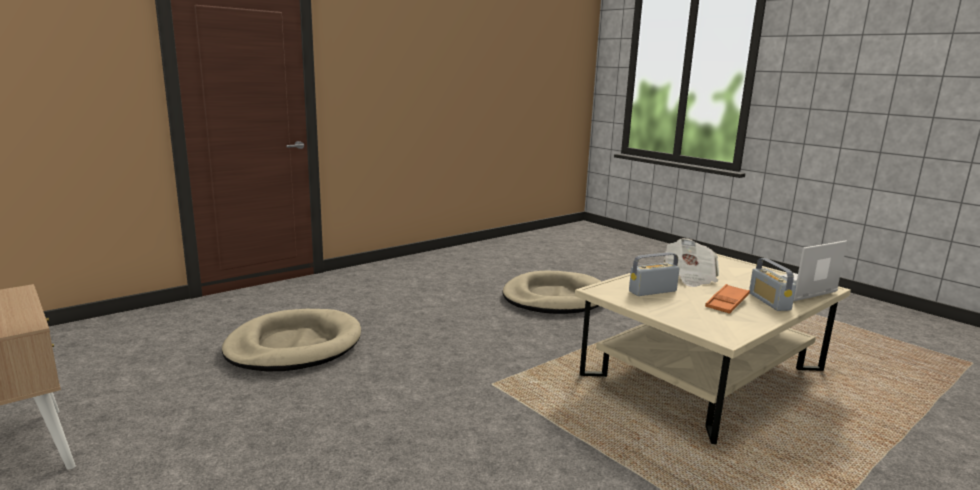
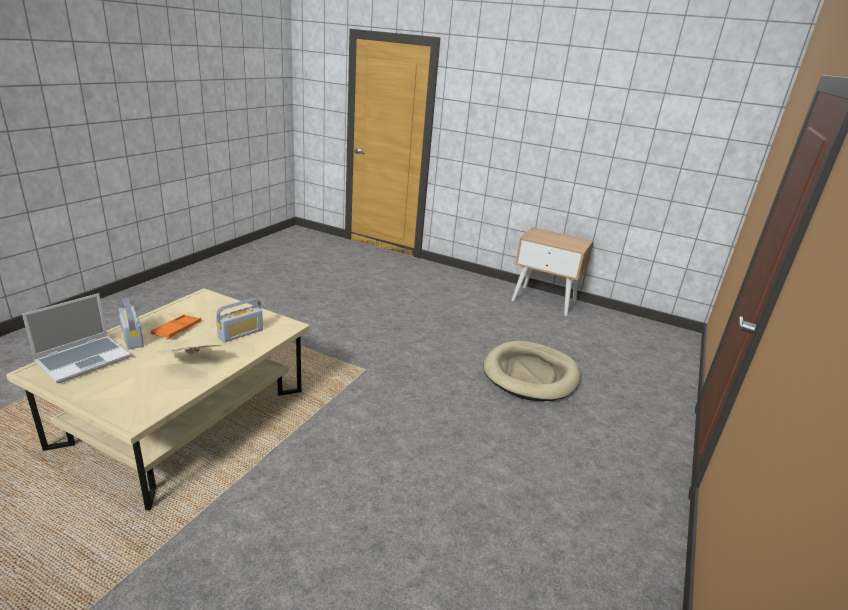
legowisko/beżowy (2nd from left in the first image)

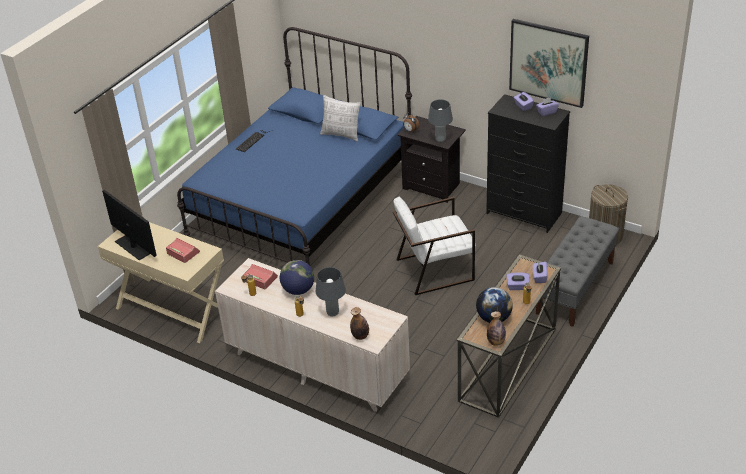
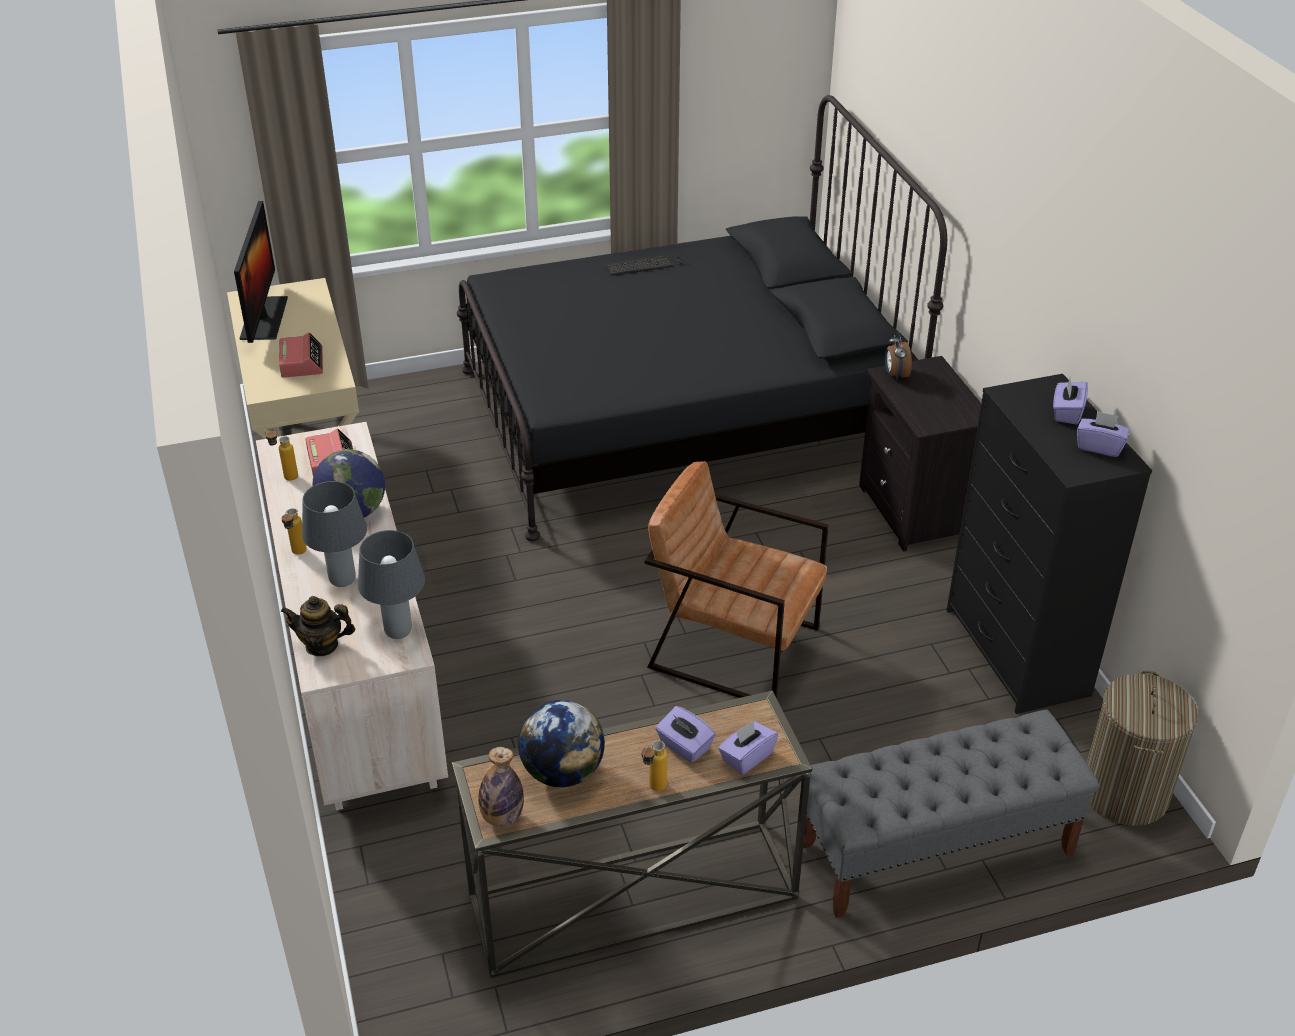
imbryk
lampa stołowa/szary (2nd from left)
łóżko/czarny
fotel/brązowy
poduszka
obraz

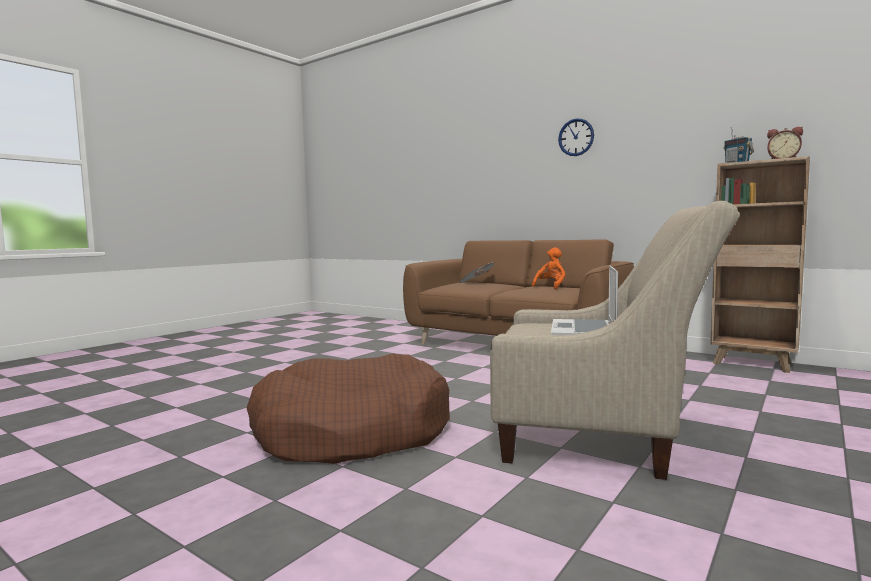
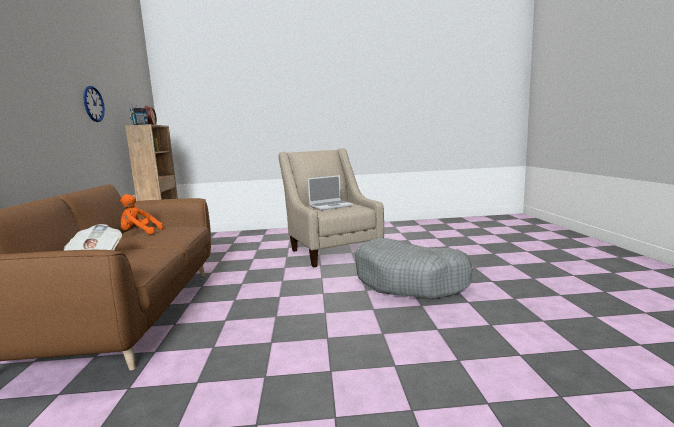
zegar ścienny
legowisko/szary

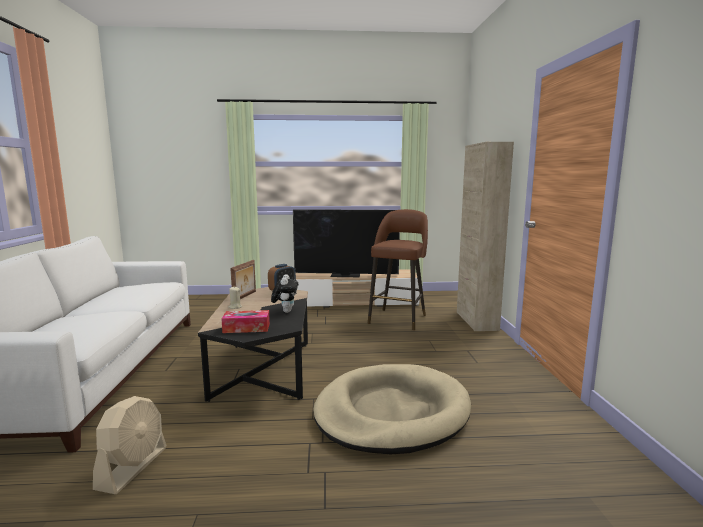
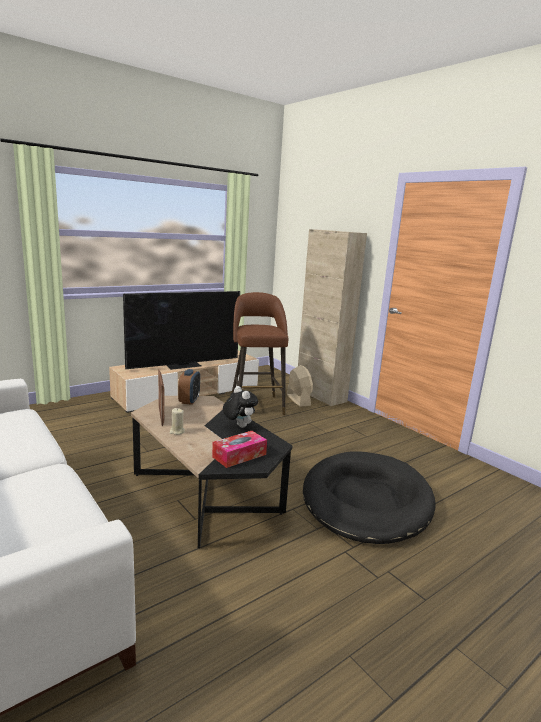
wentylator/beżowy
legowisko/czarny

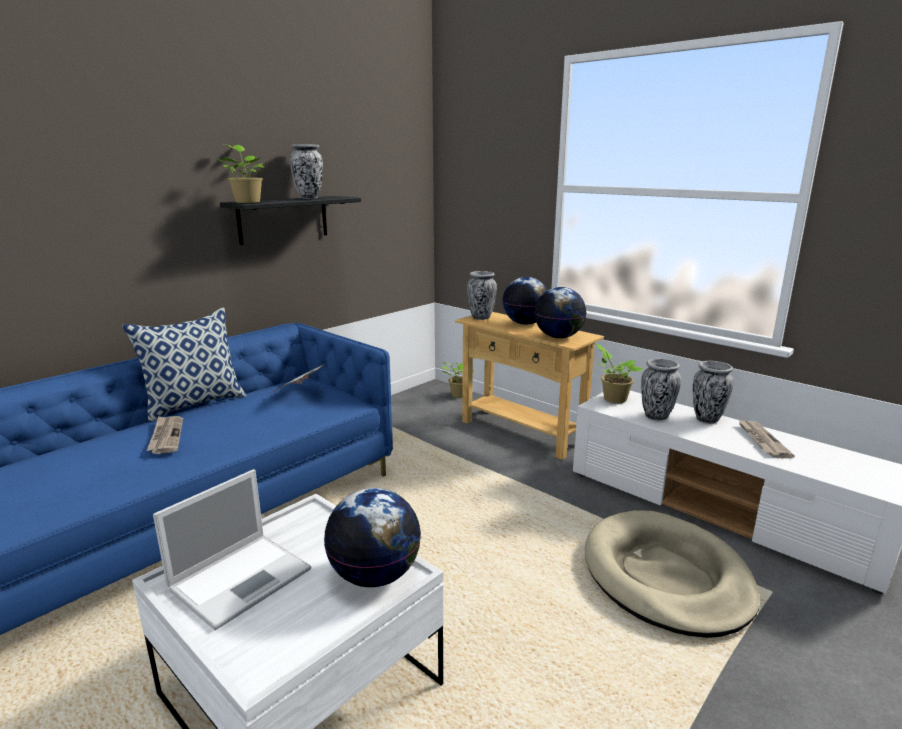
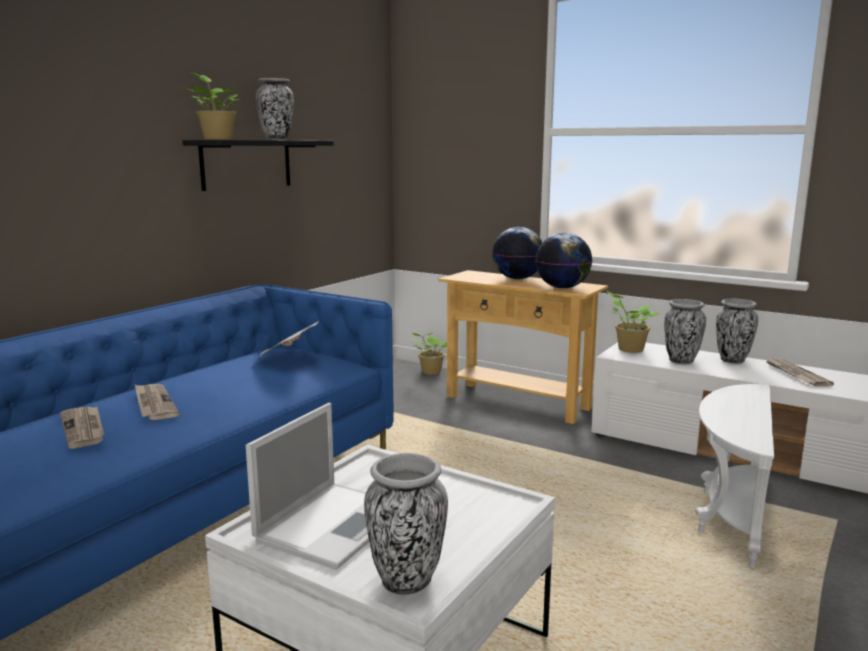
gazeta (1st from left)
wazon (2nd from left)
stolik/biały
poduszka
globus (1st from left in the first image)

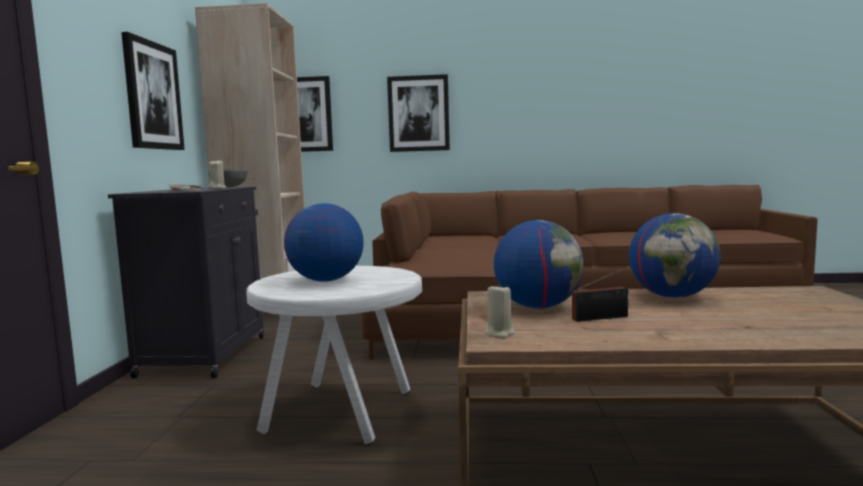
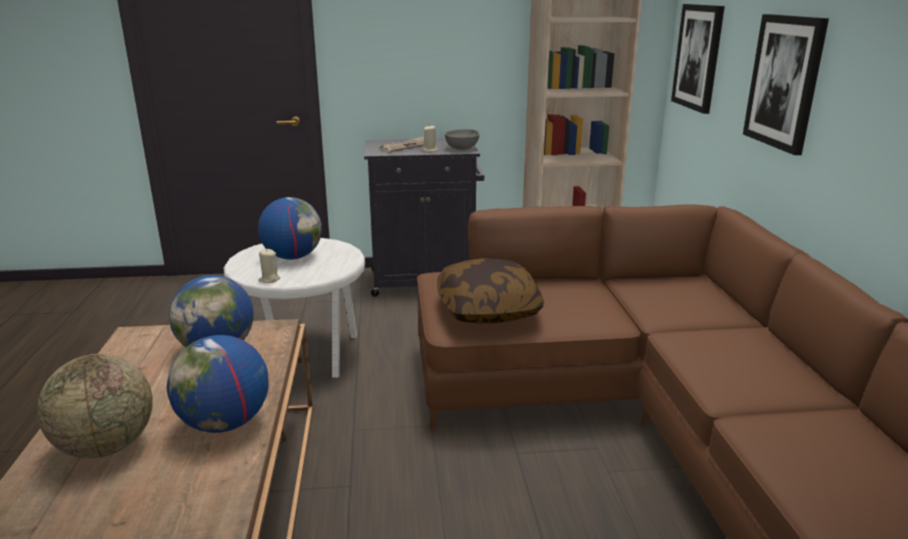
globus (1st from left)
świeca/beżowy (1st from left)
poduszka
obraz (1st from left in the first image)
radio

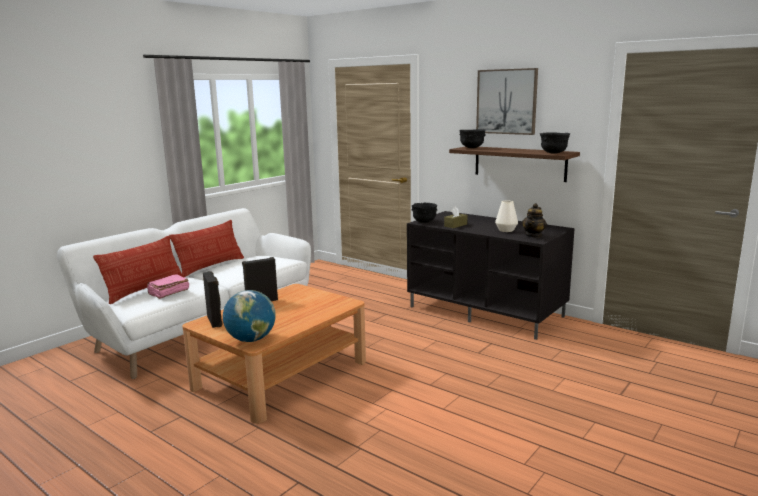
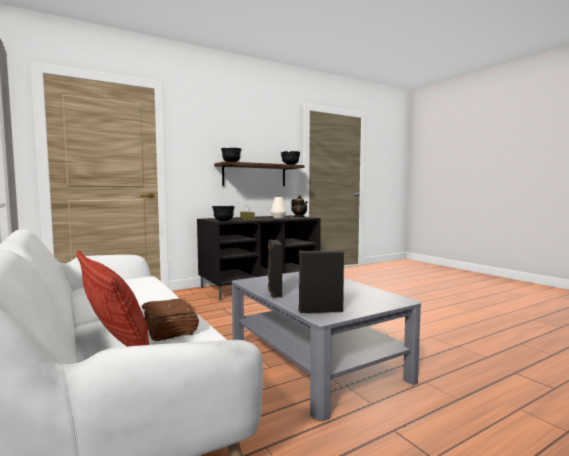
książka/brązowy
ława/szary
poduszka (2nd from left in the first image)
globus
obraz

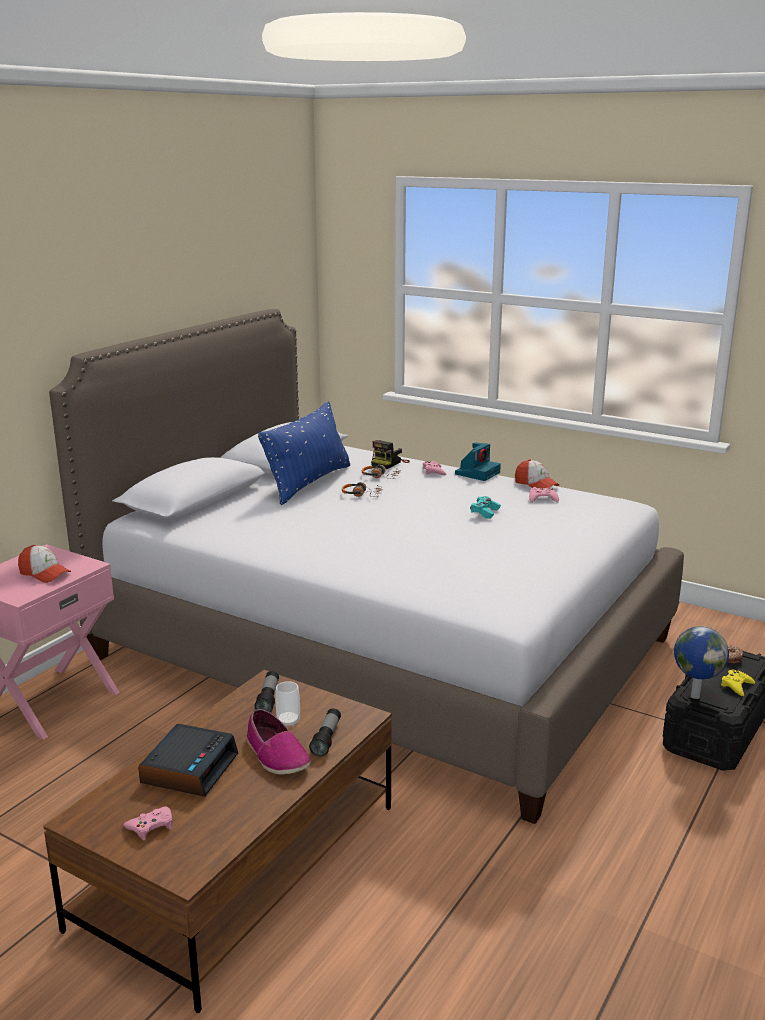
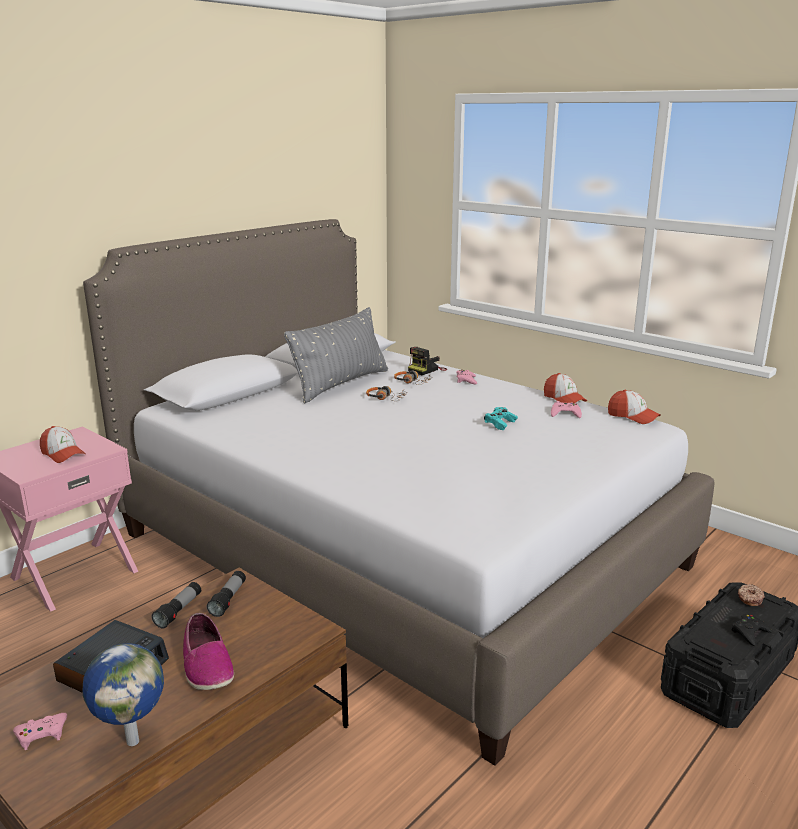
globus
latarka (1st from left)
poduszka/szary
czapka z daszkiem (3rd from left)
pad do gier/czarny
filiżanka
aparat fotograficzny (2nd from left in the first image)

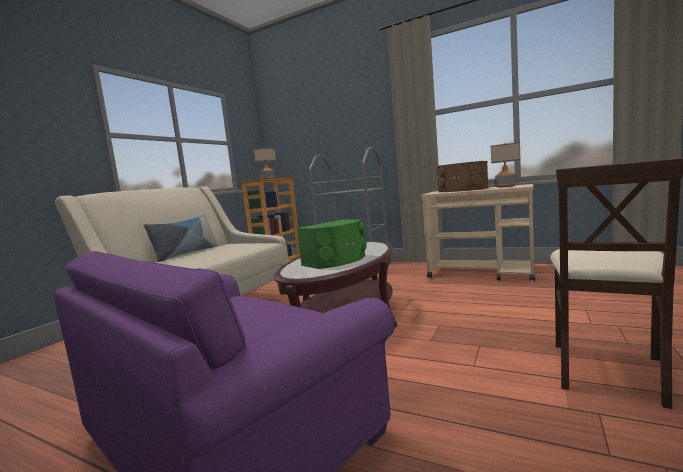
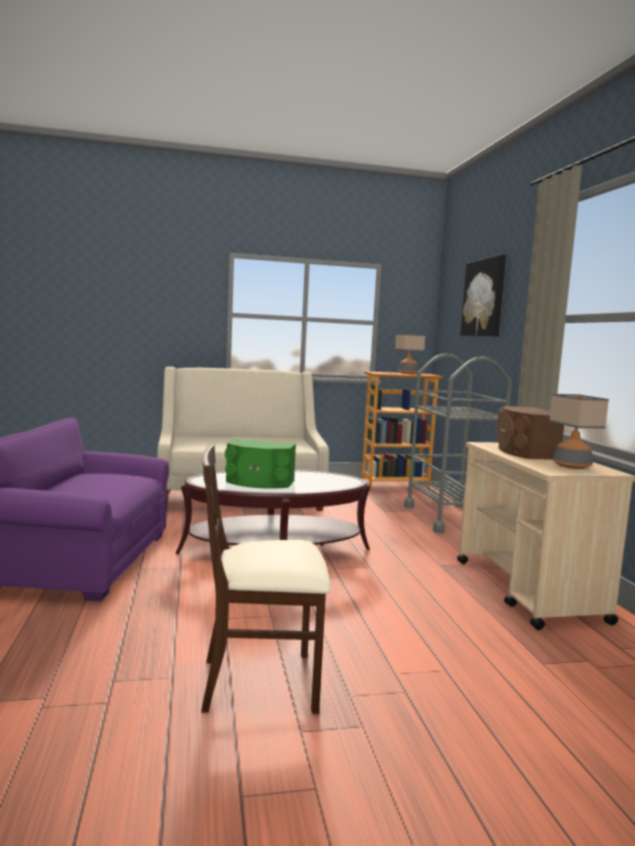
obraz
poduszka

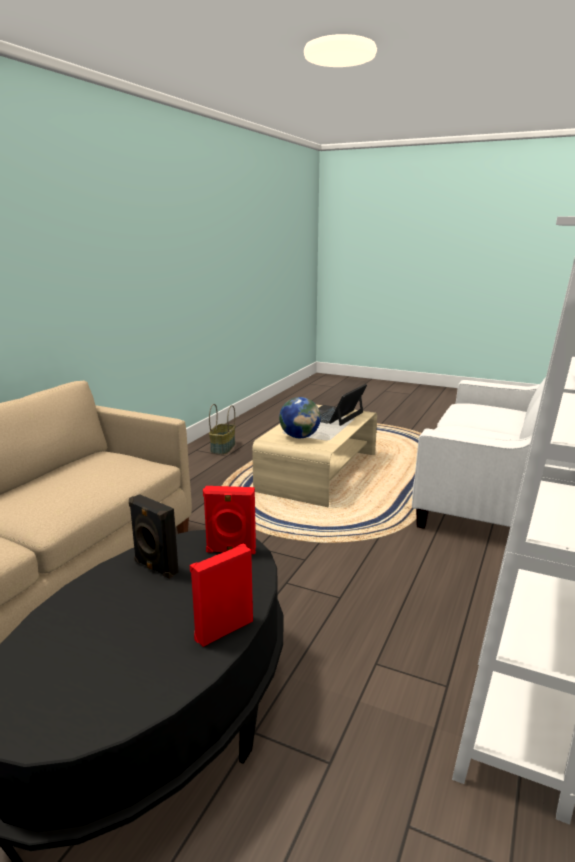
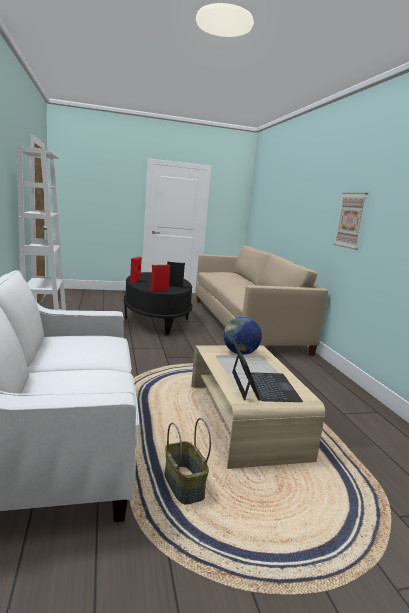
koszyk
obraz

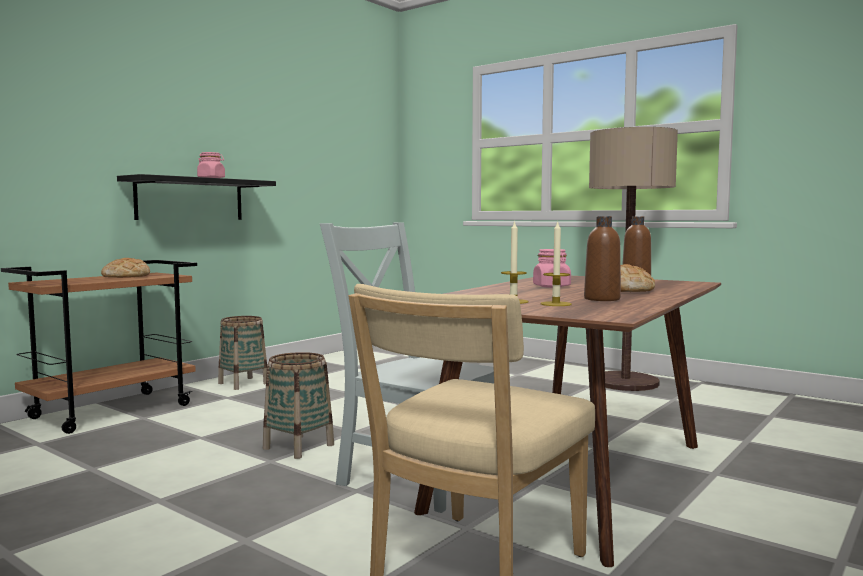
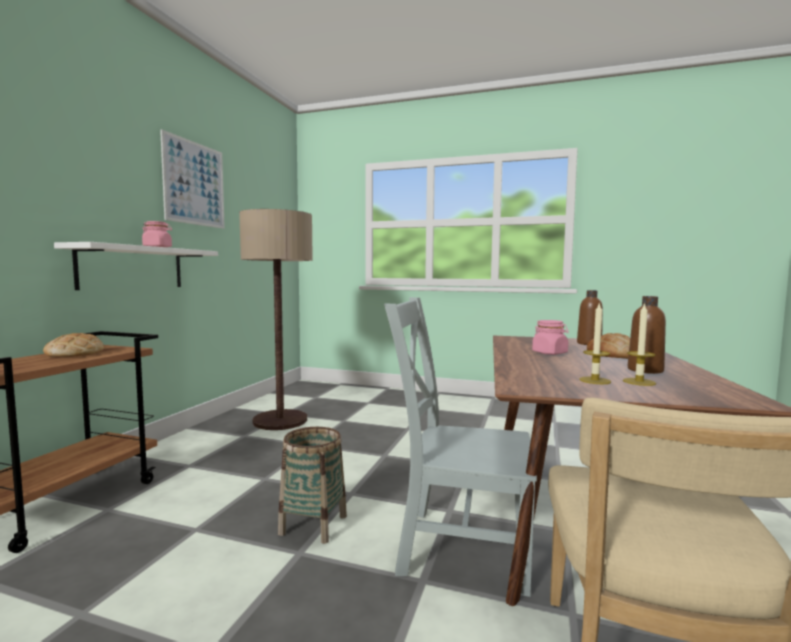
półka/biały
obraz
lampa stojąca
koszyk (1st from left in the first image)

